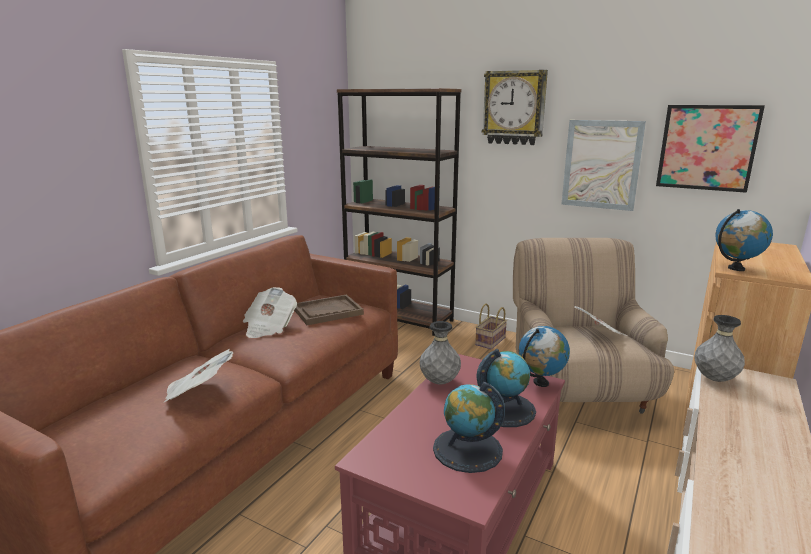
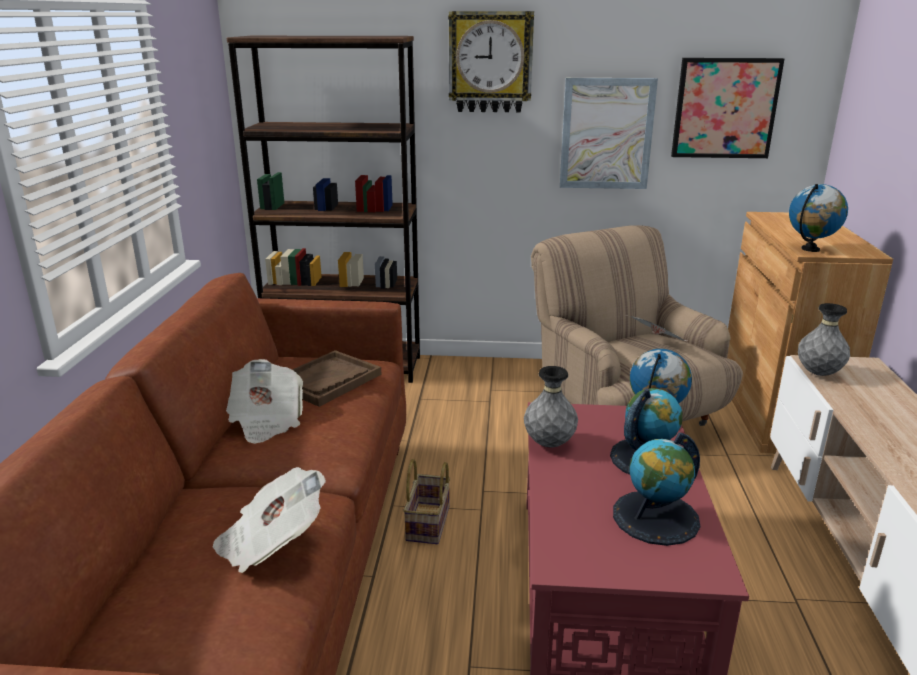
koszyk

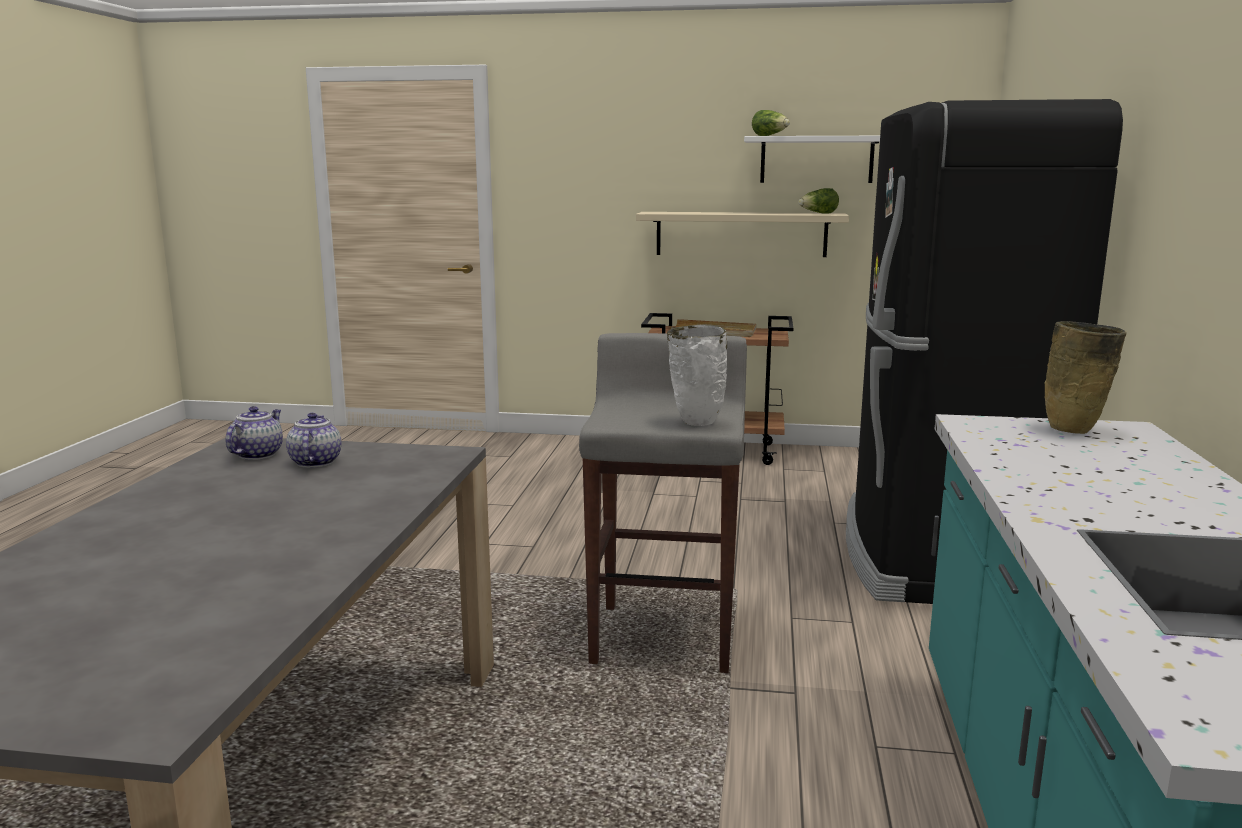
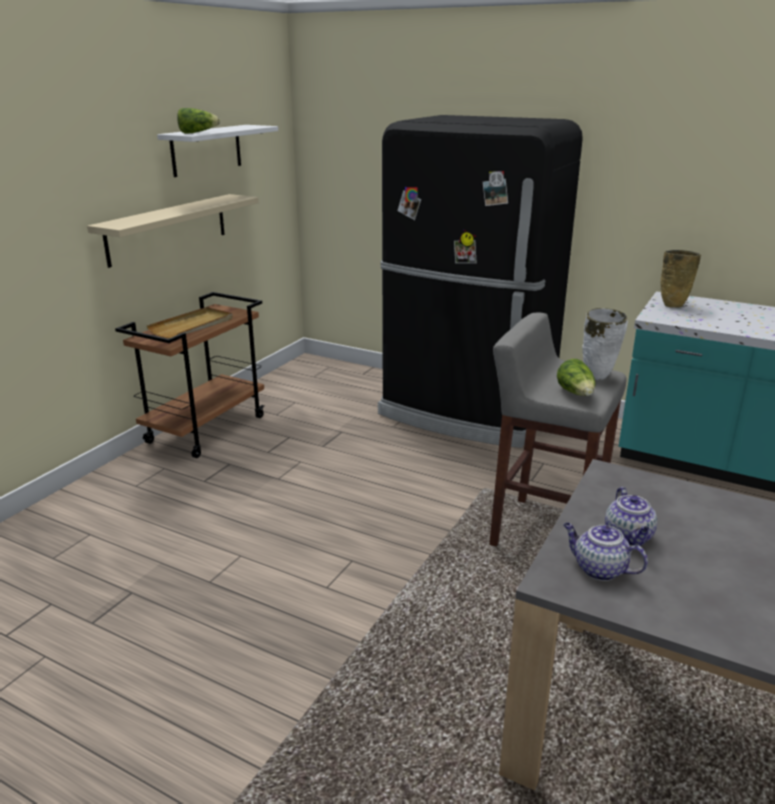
sałata (2nd from left)
imbryk (2nd from left)

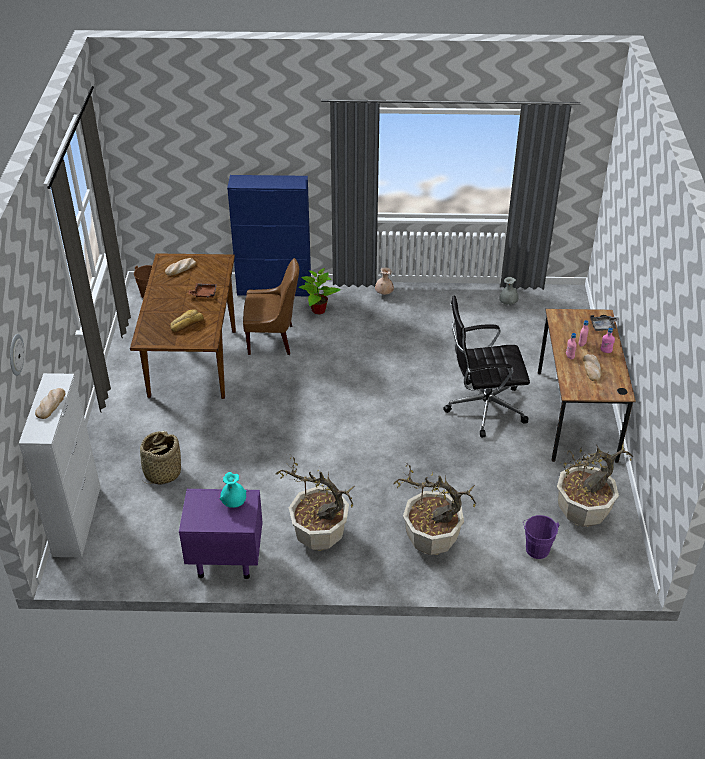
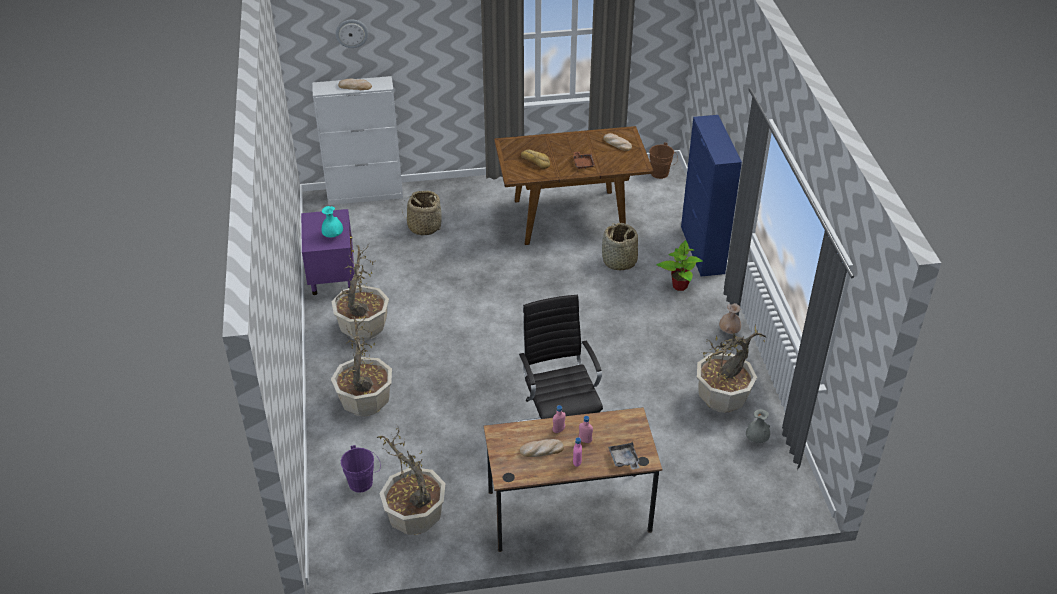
koszyk (2nd from left)
roślina doniczkowa (5th from left)

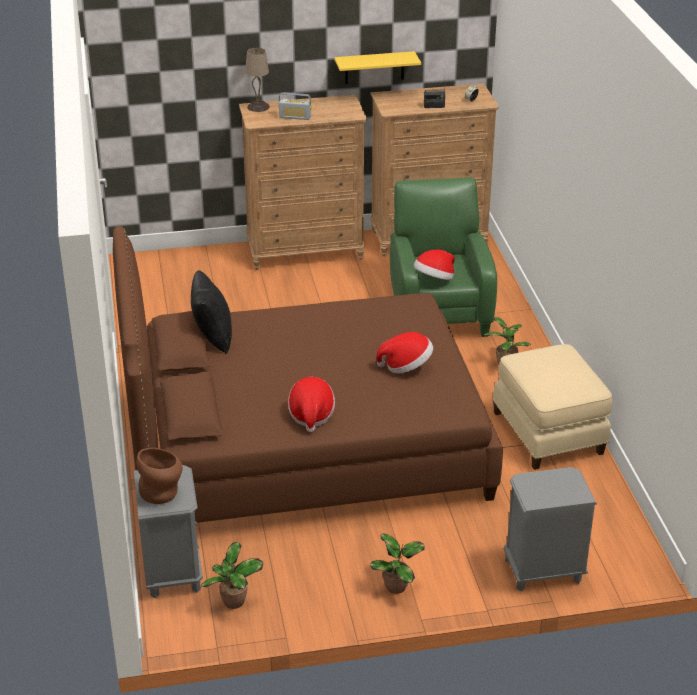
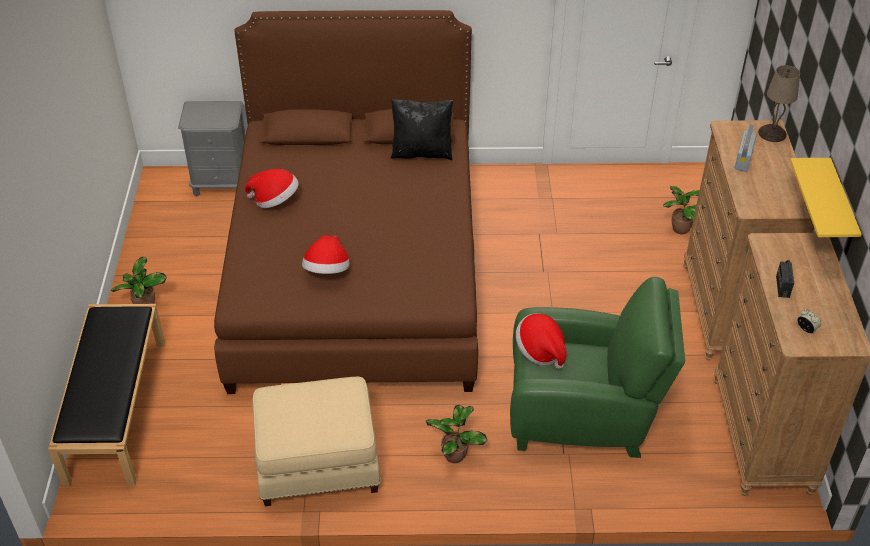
ławka/czarny
roślina doniczkowa (3rd from left)
wazon/brązowy

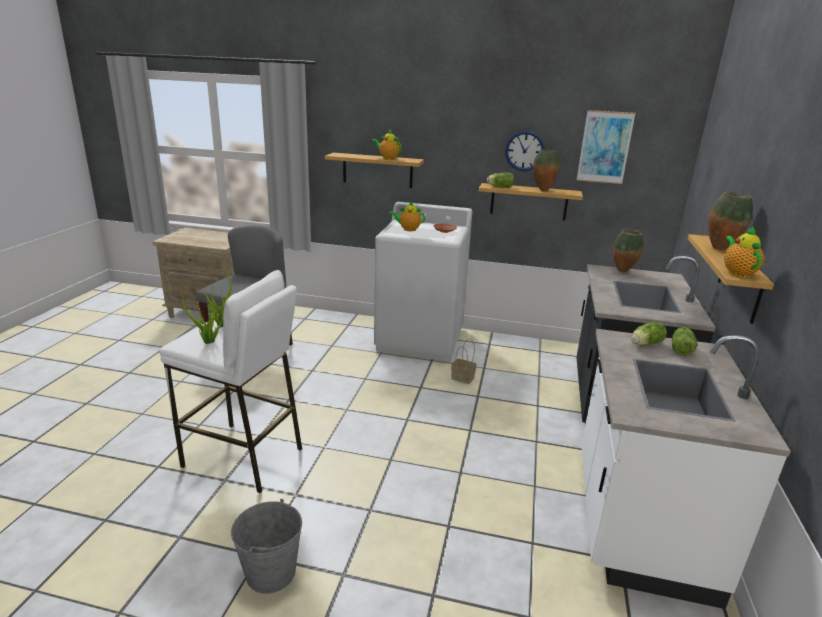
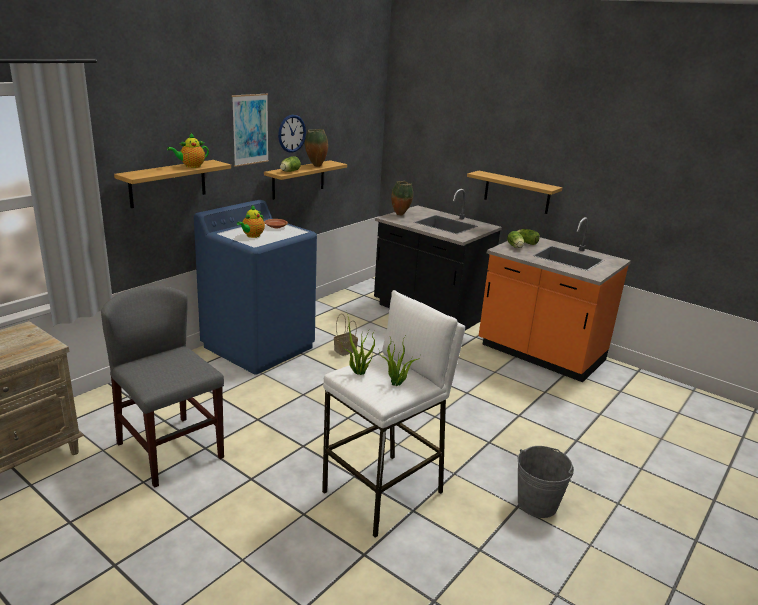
pralka/niebieski
obraz
zabudowa kuchenna/pomarańczowy
wazon (3rd from left in the first image)
imbryk (3rd from left in the first image)

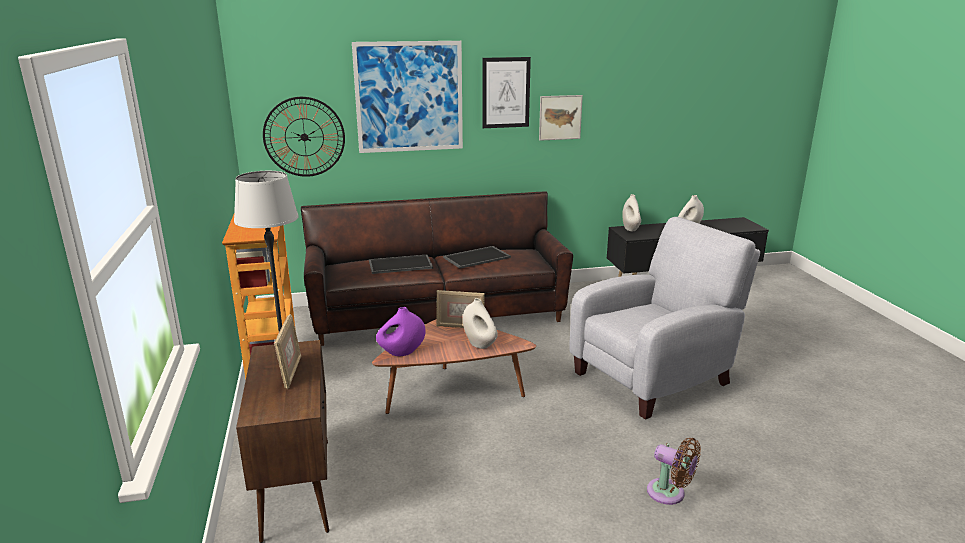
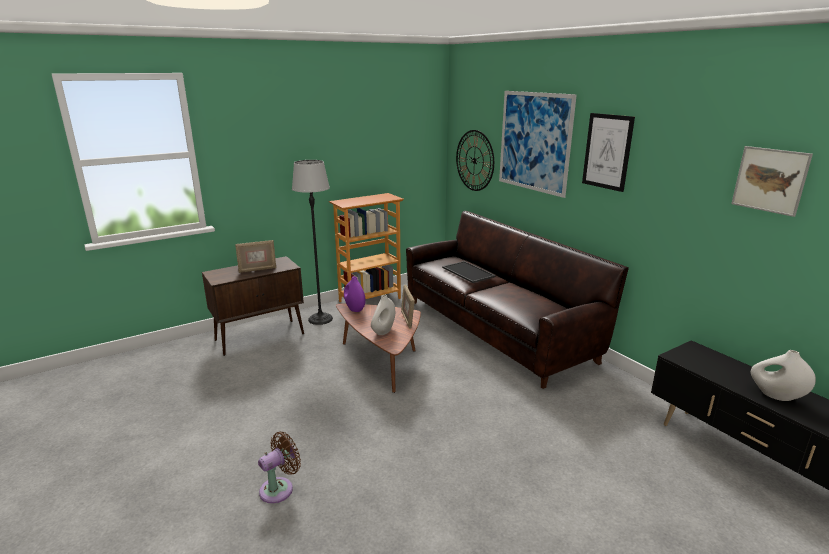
wentylator/brązowy
obraz (3rd from left)
taca (2nd from left in the first image)
fotel/szary
wazon/biały (2nd from left in the first image)

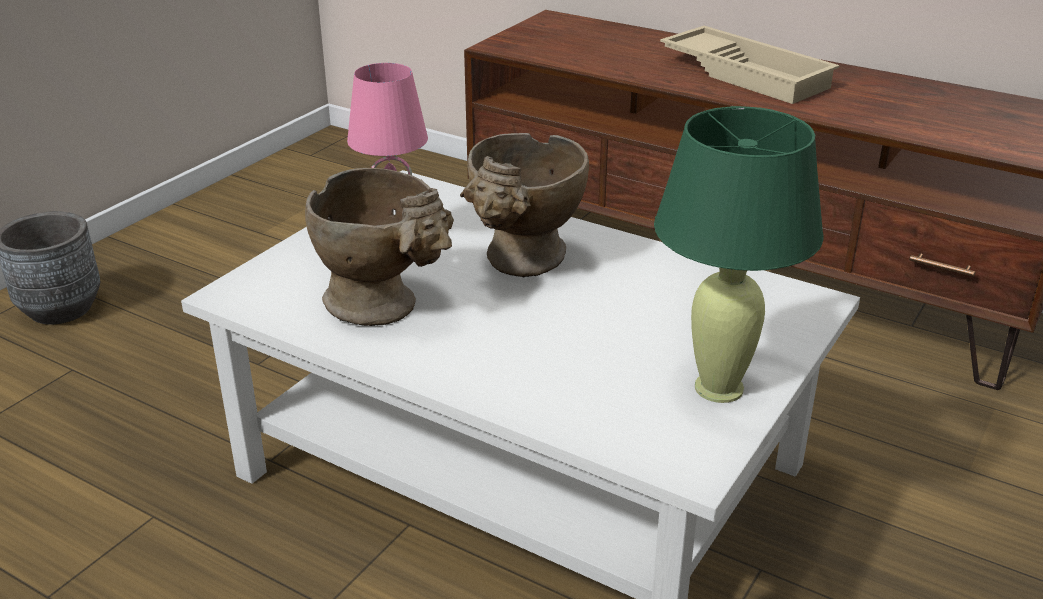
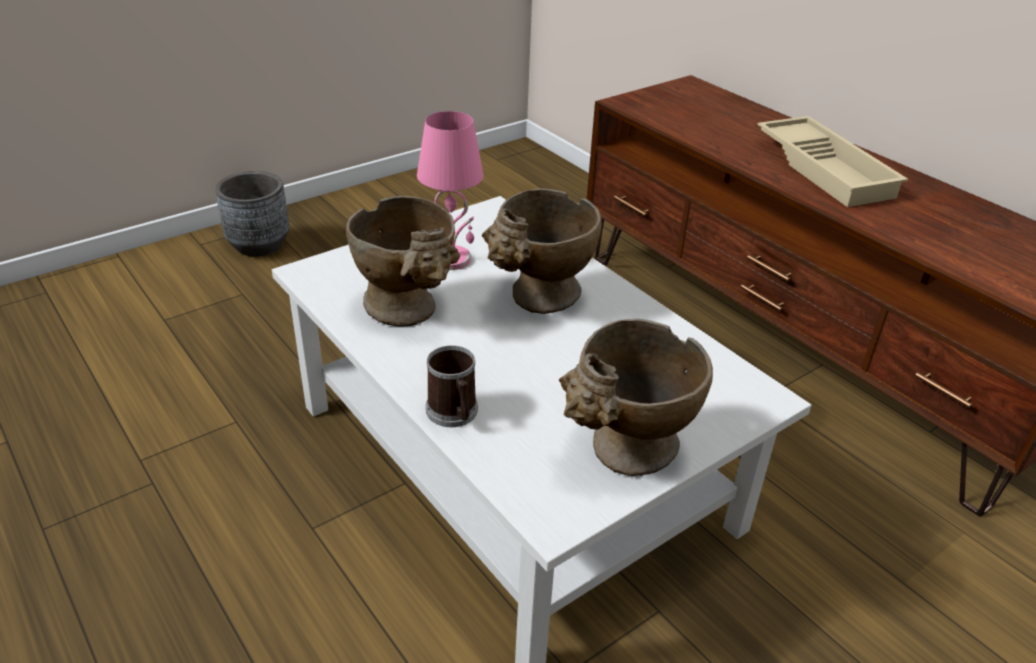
kubek
wazon/beżowy (3rd from left)

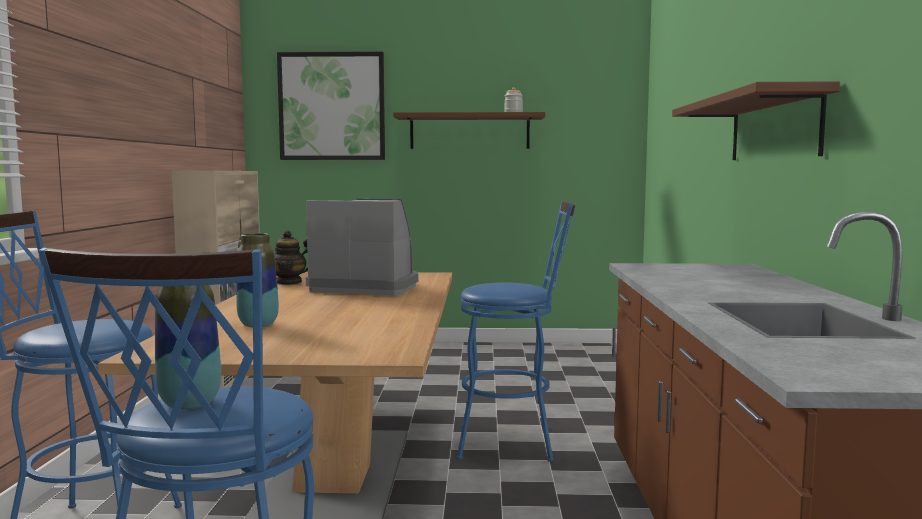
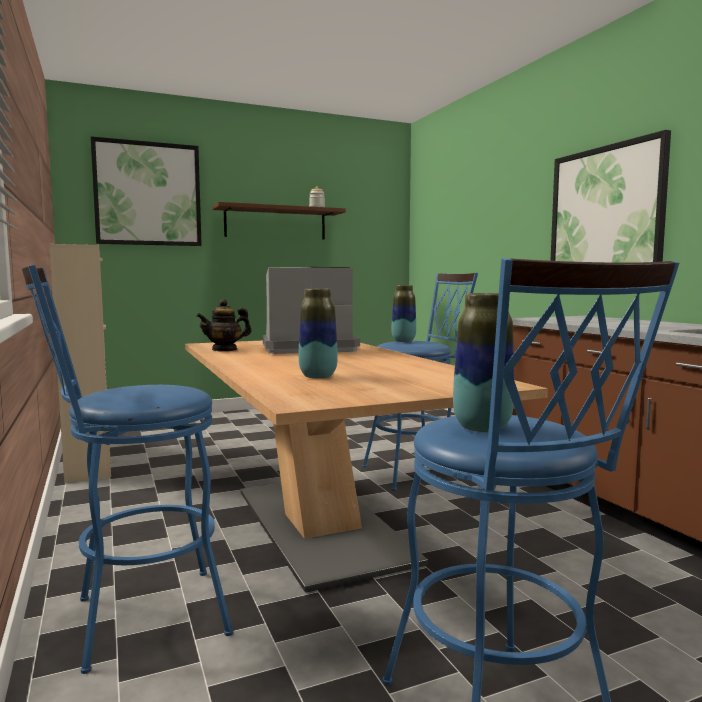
wazon (2nd from left)
obraz (2nd from left)

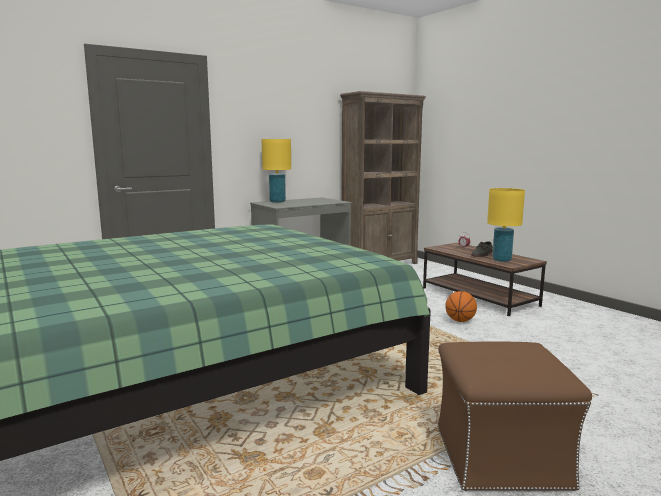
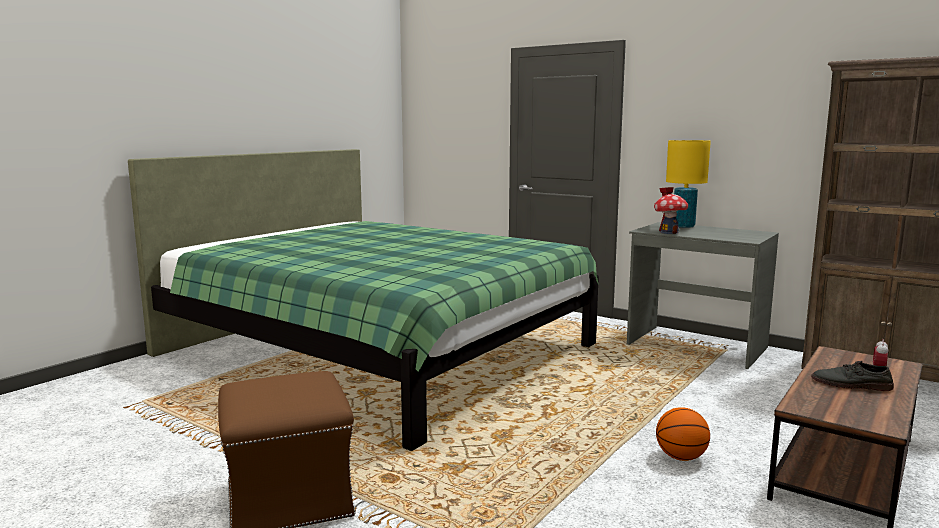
domek
lampa stołowa/żółty (2nd from left in the first image)

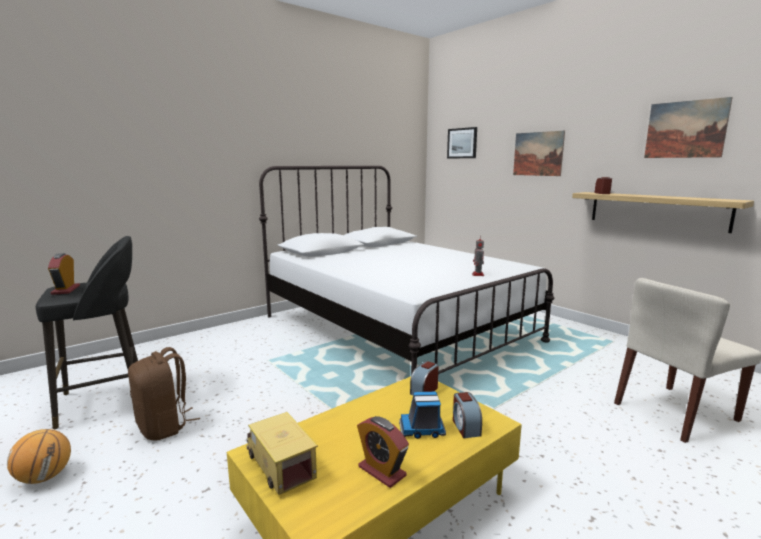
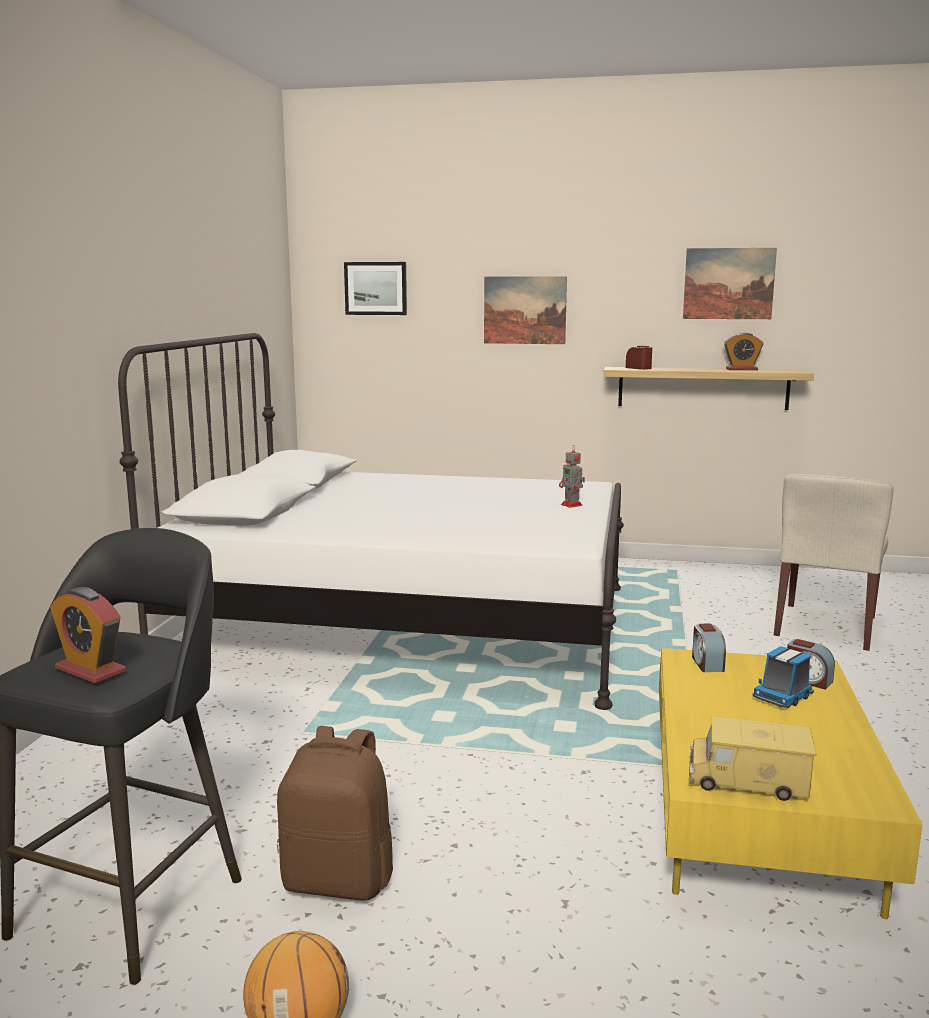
budzik (4th from left)

